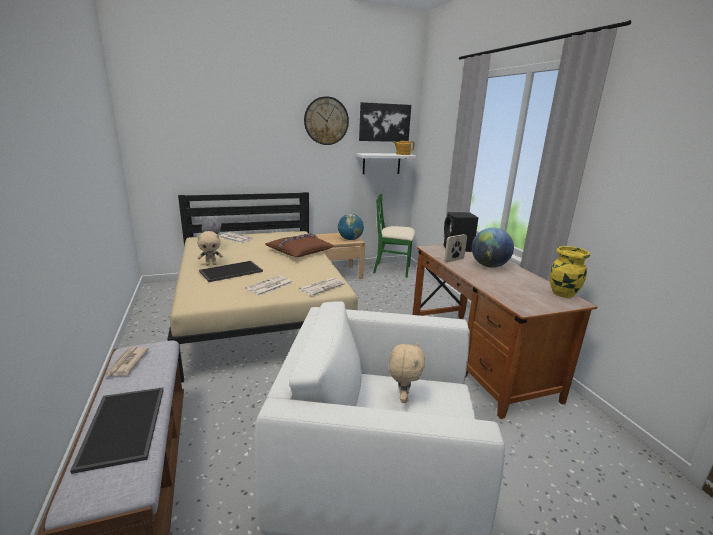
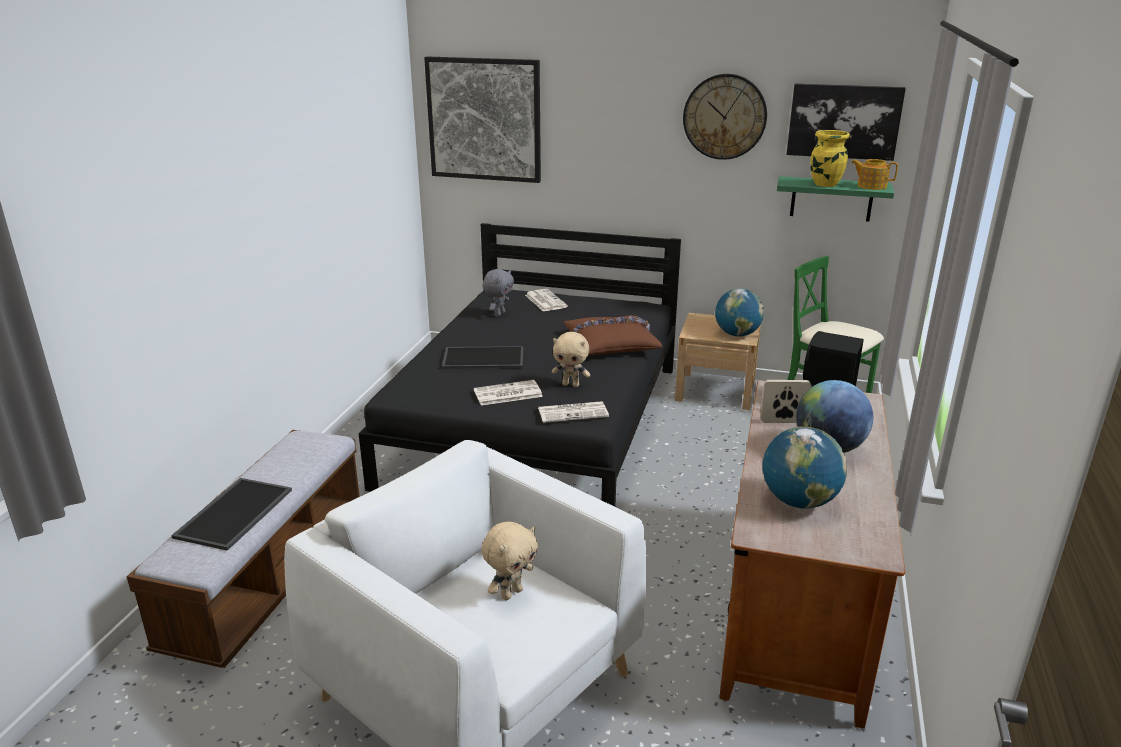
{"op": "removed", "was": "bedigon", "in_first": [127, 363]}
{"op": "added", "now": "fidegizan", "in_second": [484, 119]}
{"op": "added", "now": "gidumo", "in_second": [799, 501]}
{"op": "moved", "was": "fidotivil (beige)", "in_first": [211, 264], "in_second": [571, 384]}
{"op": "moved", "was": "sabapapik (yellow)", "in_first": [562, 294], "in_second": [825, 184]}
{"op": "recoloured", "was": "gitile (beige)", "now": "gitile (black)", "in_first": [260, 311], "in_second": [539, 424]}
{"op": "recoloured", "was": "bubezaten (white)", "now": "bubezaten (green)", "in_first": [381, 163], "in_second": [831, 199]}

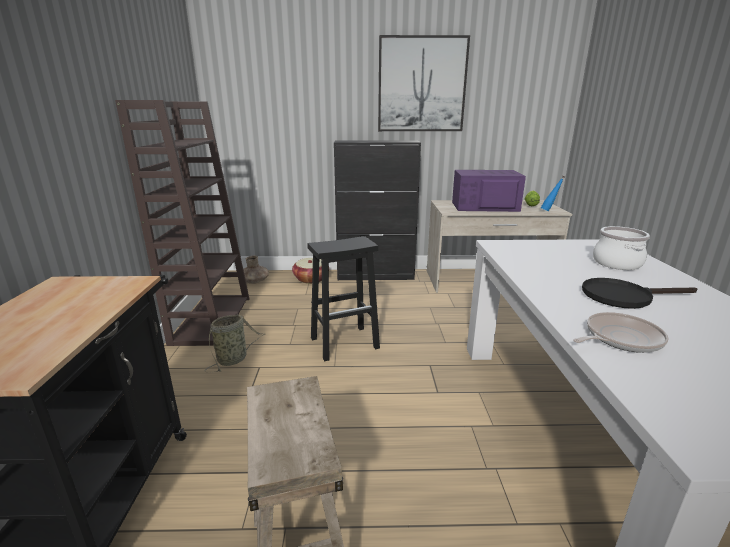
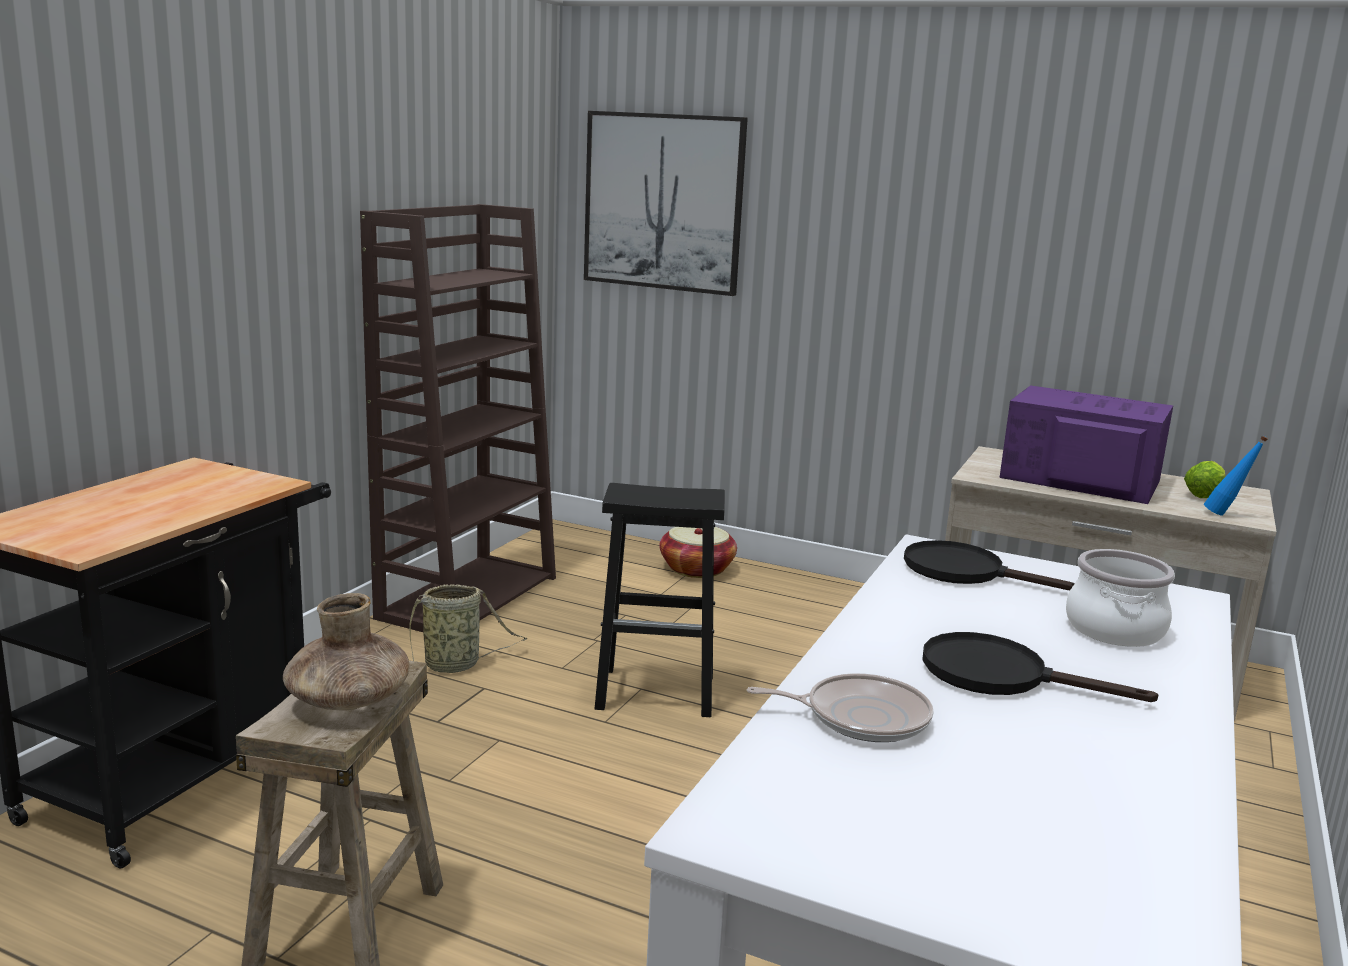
{"op": "removed", "was": "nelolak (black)", "in_first": [375, 275]}
{"op": "added", "now": "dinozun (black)", "in_second": [967, 572]}
{"op": "moved", "was": "sabapapik (brown)", "in_first": [254, 281], "in_second": [348, 701]}
{"op": "moved", "was": "fidegizan", "in_first": [421, 85], "in_second": [663, 202]}

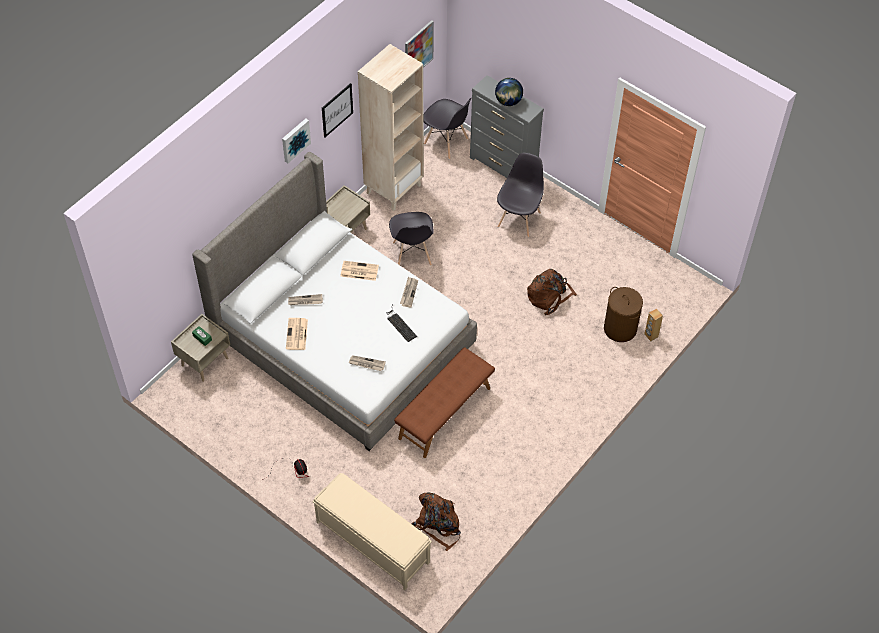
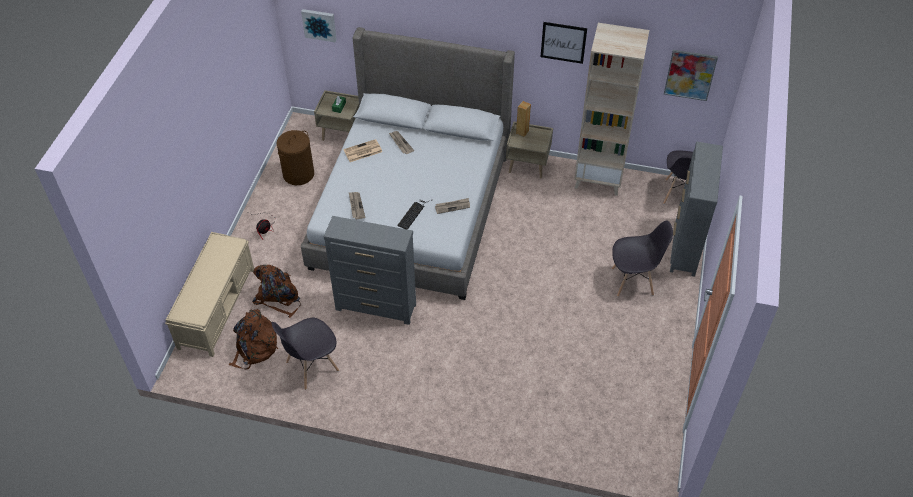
{"op": "removed", "was": "bedigon", "in_first": [359, 271]}
{"op": "removed", "was": "gidumo", "in_first": [508, 101]}
{"op": "moved", "was": "fidegizan", "in_first": [295, 140], "in_second": [319, 24]}
{"op": "moved", "was": "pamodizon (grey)", "in_first": [412, 254], "in_second": [311, 367]}
{"op": "moved", "was": "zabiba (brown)", "in_first": [549, 296], "in_second": [278, 297]}
{"op": "moved", "was": "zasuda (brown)", "in_first": [620, 328], "in_second": [298, 174]}
{"op": "moved", "was": "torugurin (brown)", "in_first": [651, 335], "in_second": [522, 132]}
{"op": "replaced", "was": "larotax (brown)", "now": "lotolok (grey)", "in_first": [444, 412], "in_second": [376, 307]}

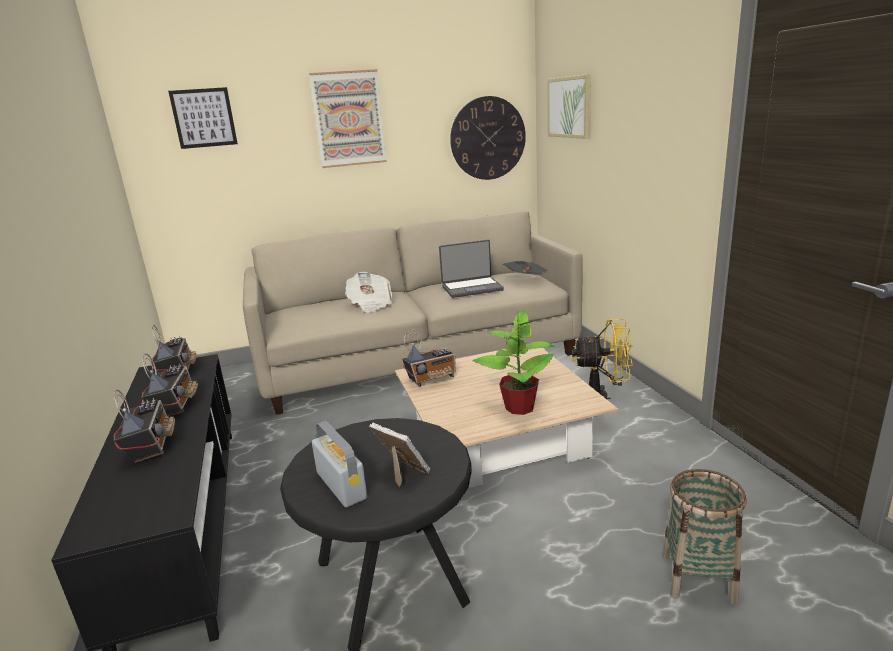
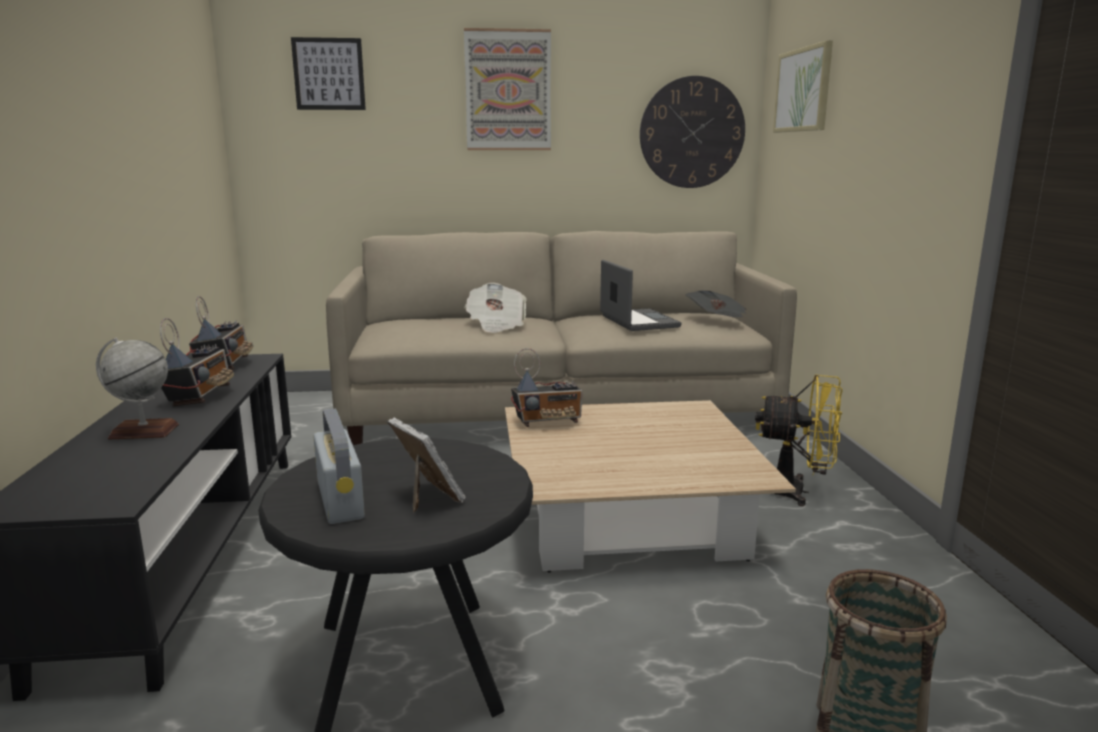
{"op": "removed", "was": "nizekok", "in_first": [519, 407]}
{"op": "replaced", "was": "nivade", "now": "gidumo", "in_first": [150, 447], "in_second": [143, 431]}
{"op": "turned", "was": "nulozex", "in_first": [472, 288], "in_second": [637, 321], "clockwise": -105}

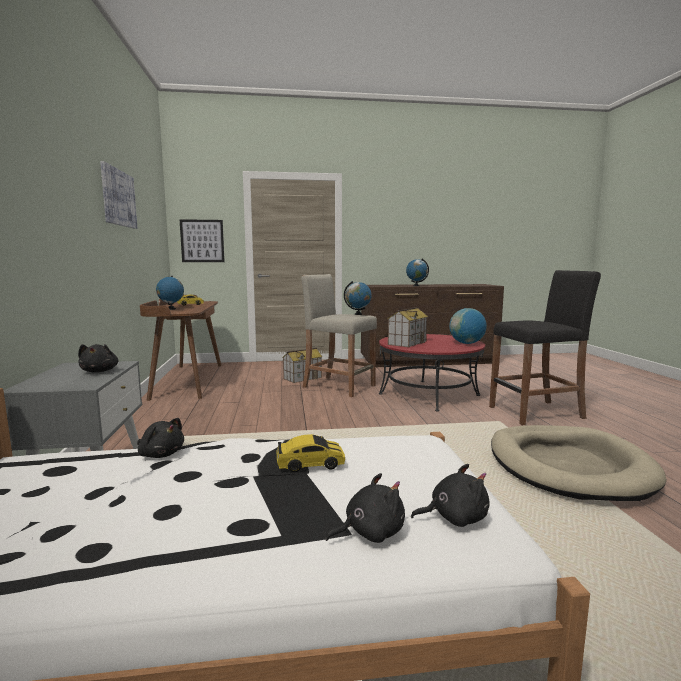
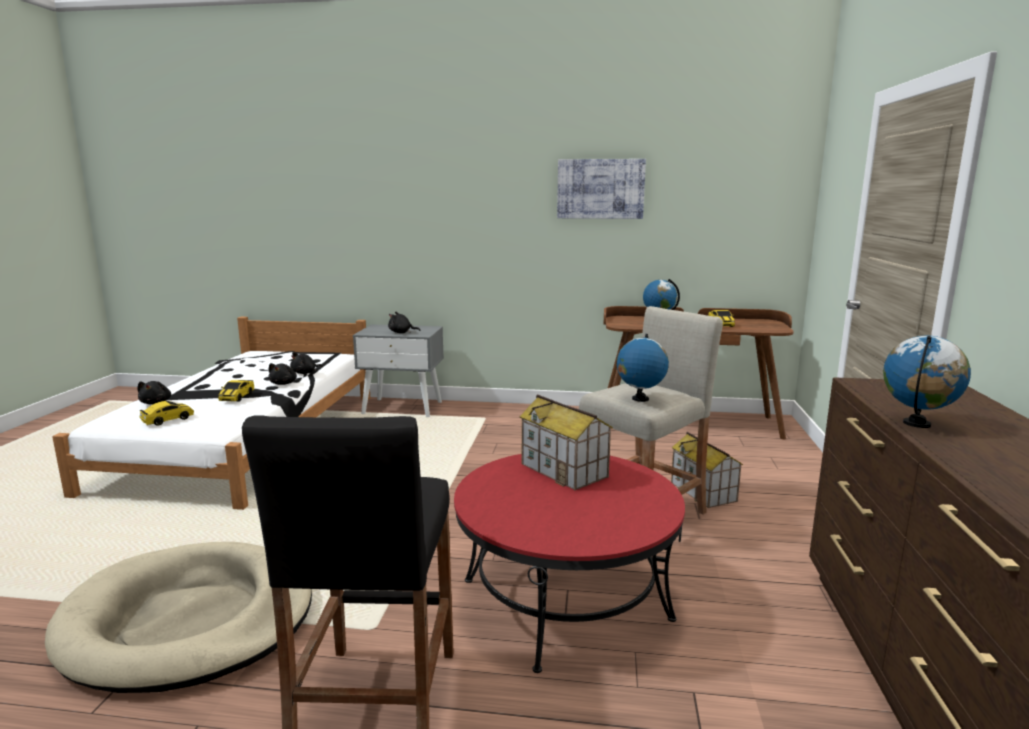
{"op": "removed", "was": "fidegizan", "in_first": [202, 241]}
{"op": "removed", "was": "gidumo", "in_first": [466, 343]}
{"op": "added", "now": "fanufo", "in_second": [168, 420]}
{"op": "moved", "was": "fidotivil (black)", "in_first": [454, 518], "in_second": [284, 383]}

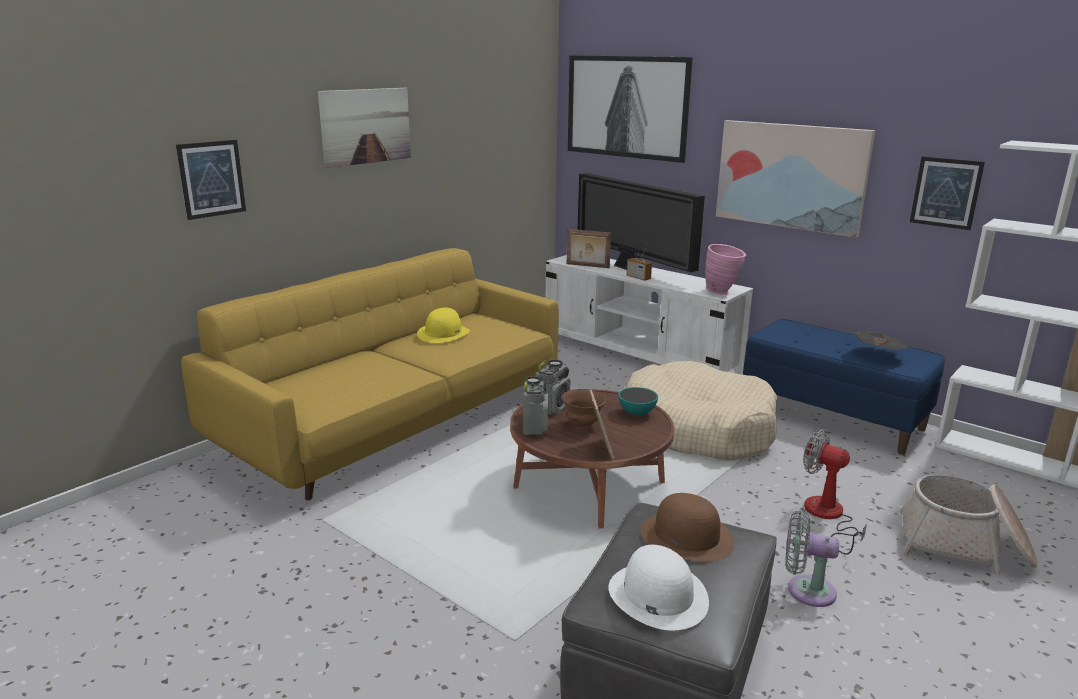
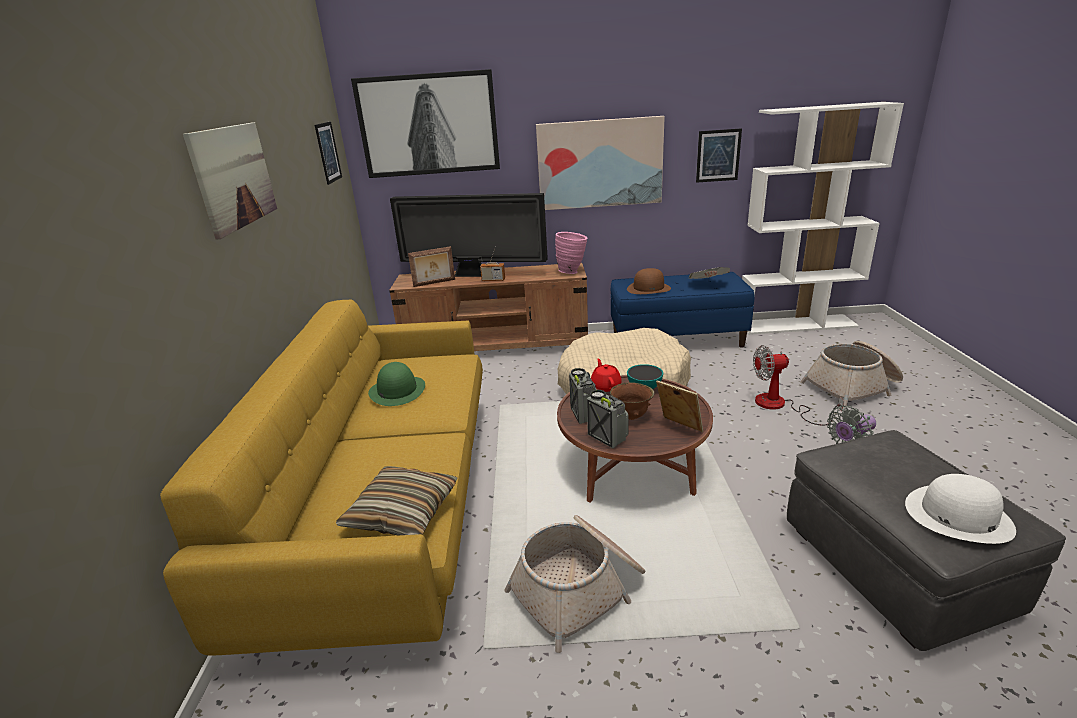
{"op": "added", "now": "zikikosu", "in_second": [402, 512]}
{"op": "added", "now": "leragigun", "in_second": [580, 589]}
{"op": "added", "now": "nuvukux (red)", "in_second": [605, 386]}
{"op": "moved", "was": "fidegizan", "in_first": [212, 179], "in_second": [328, 152]}
{"op": "moved", "was": "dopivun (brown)", "in_first": [687, 536], "in_second": [648, 288]}
{"op": "recoloured", "was": "dopivun (yellow)", "now": "dopivun (green)", "in_first": [443, 333], "in_second": [397, 390]}
{"op": "recoloured", "was": "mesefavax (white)", "now": "mesefavax (brown)", "in_first": [639, 355], "in_second": [497, 347]}

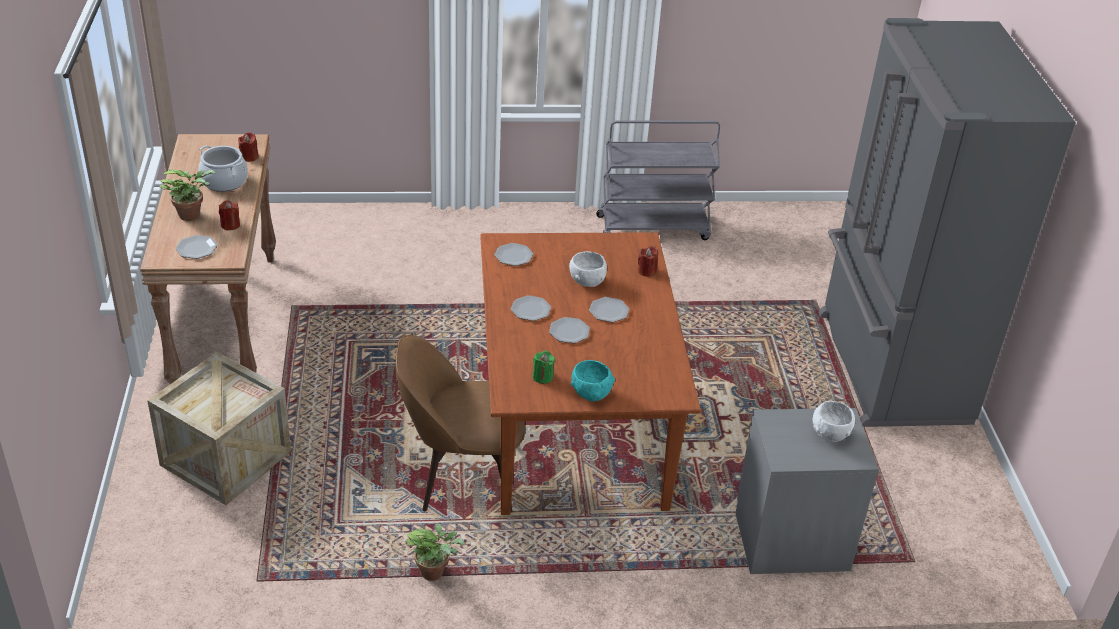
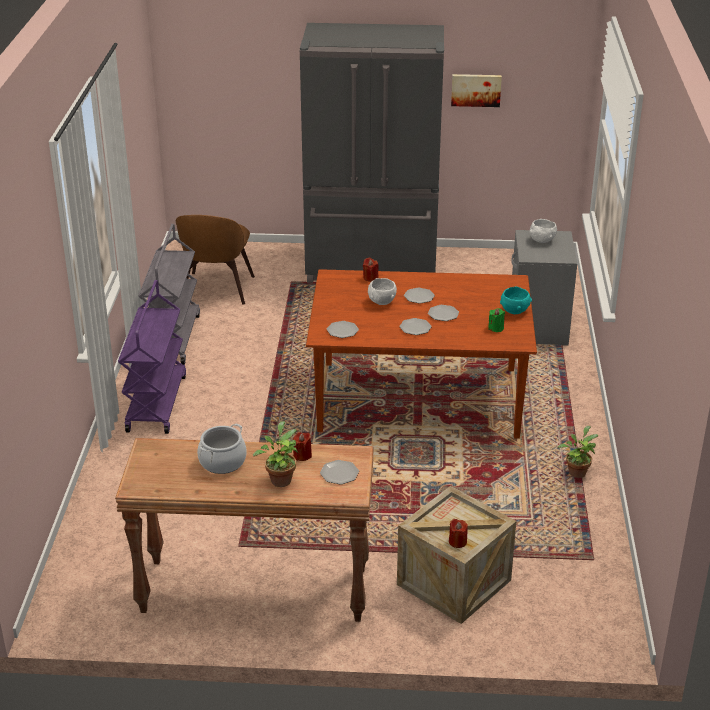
{"op": "added", "now": "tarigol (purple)", "in_second": [156, 403]}
{"op": "added", "now": "fidegizan", "in_second": [476, 89]}
{"op": "moved", "was": "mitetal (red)", "in_first": [249, 157], "in_second": [457, 542]}
{"op": "moved", "was": "pamodizon (brown)", "in_first": [462, 476], "in_second": [217, 290]}

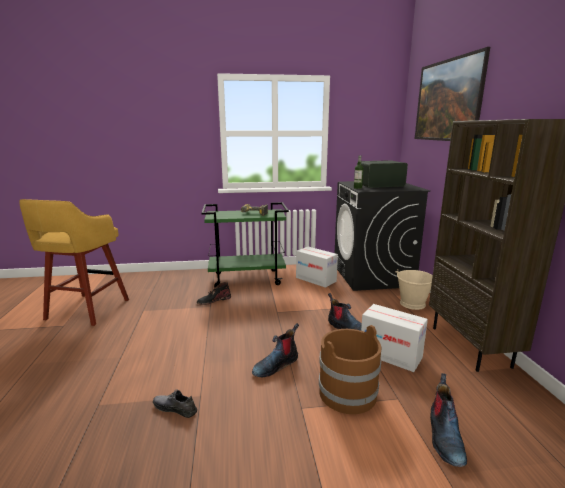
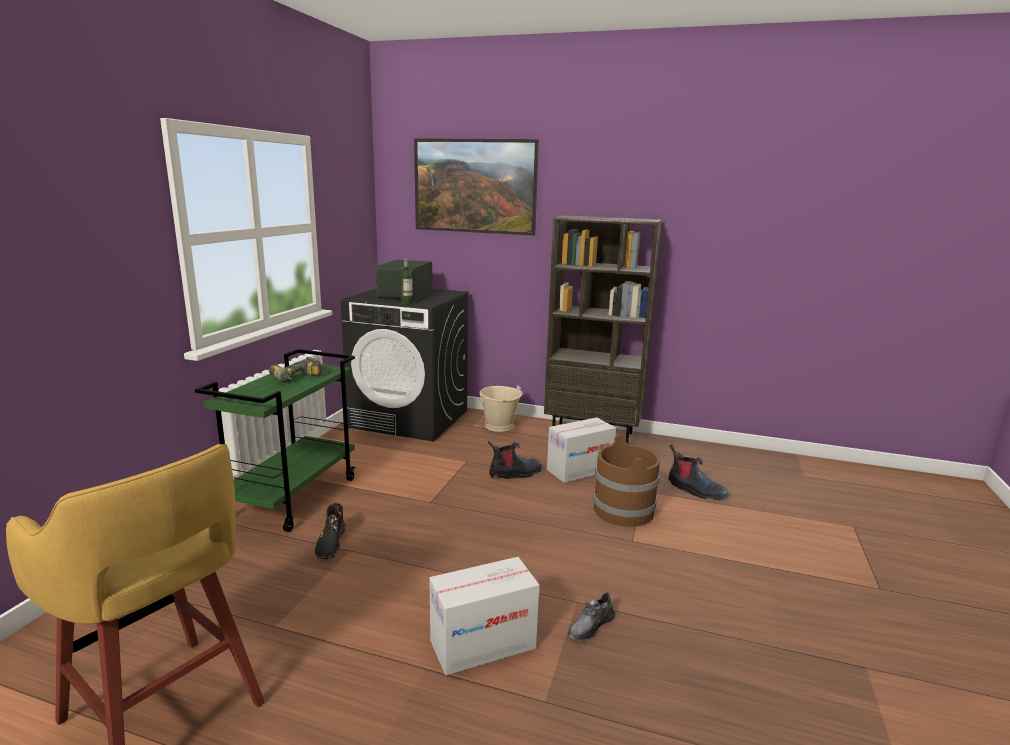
{"op": "removed", "was": "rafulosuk", "in_first": [275, 365]}
{"op": "moved", "was": "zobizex", "in_first": [316, 279], "in_second": [483, 644]}

